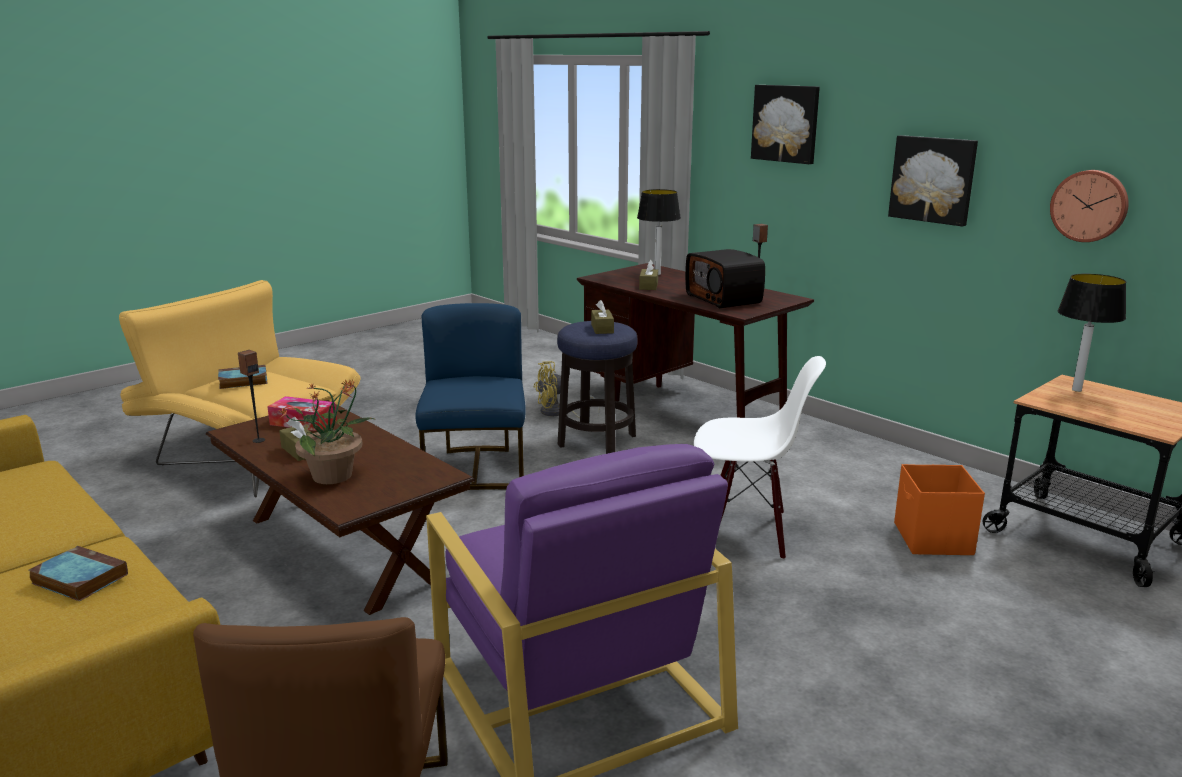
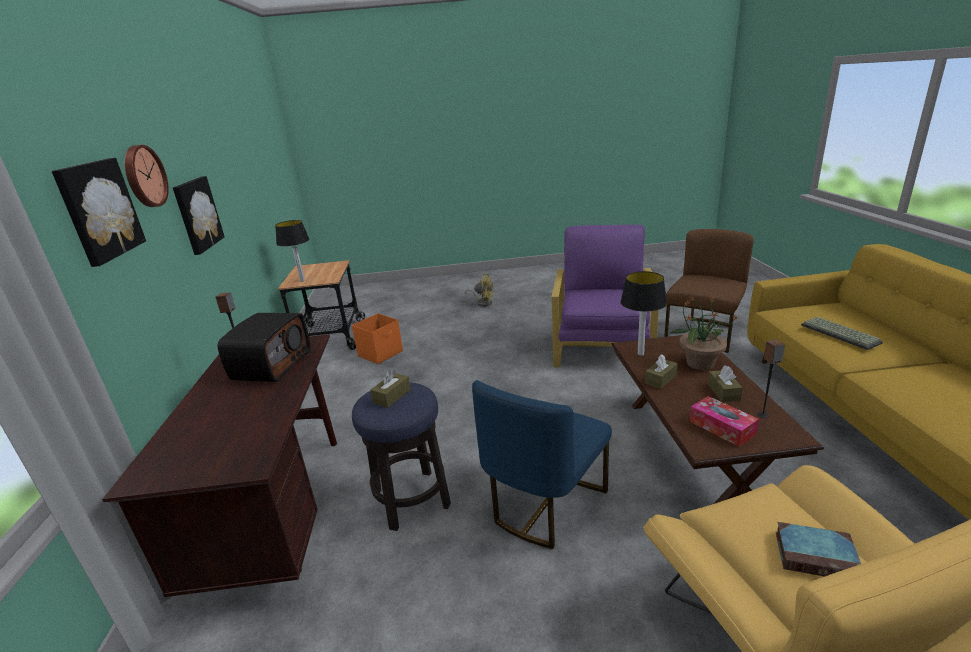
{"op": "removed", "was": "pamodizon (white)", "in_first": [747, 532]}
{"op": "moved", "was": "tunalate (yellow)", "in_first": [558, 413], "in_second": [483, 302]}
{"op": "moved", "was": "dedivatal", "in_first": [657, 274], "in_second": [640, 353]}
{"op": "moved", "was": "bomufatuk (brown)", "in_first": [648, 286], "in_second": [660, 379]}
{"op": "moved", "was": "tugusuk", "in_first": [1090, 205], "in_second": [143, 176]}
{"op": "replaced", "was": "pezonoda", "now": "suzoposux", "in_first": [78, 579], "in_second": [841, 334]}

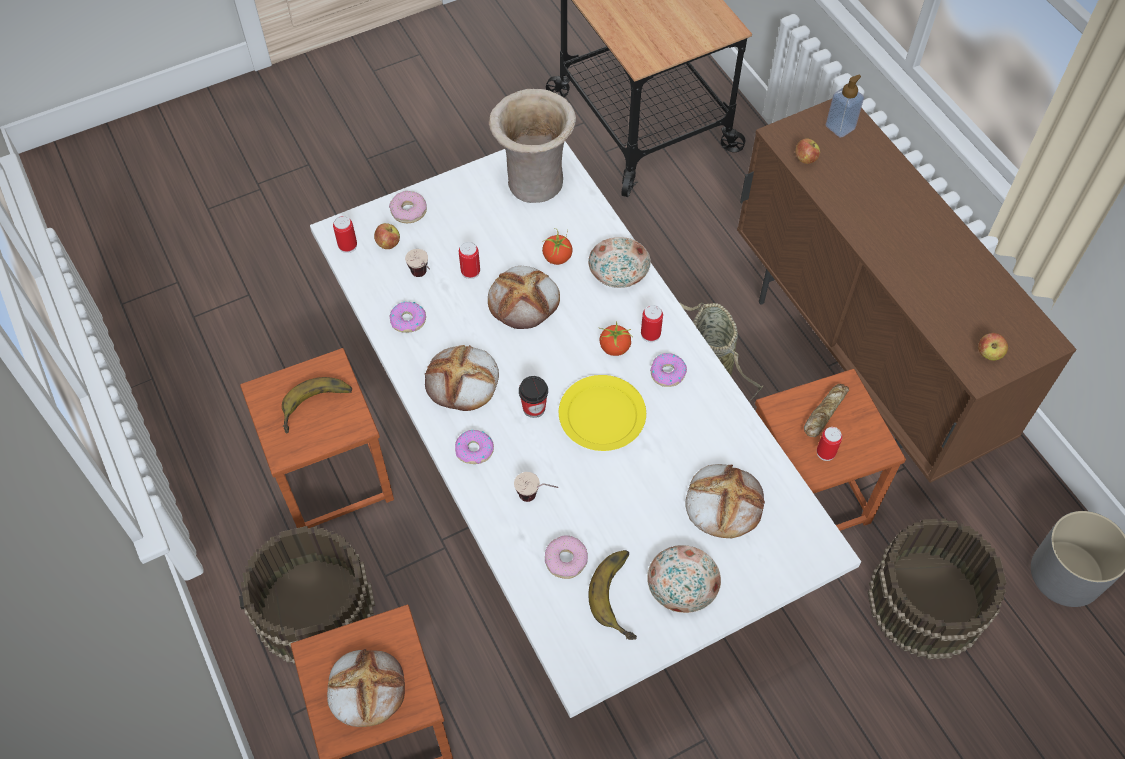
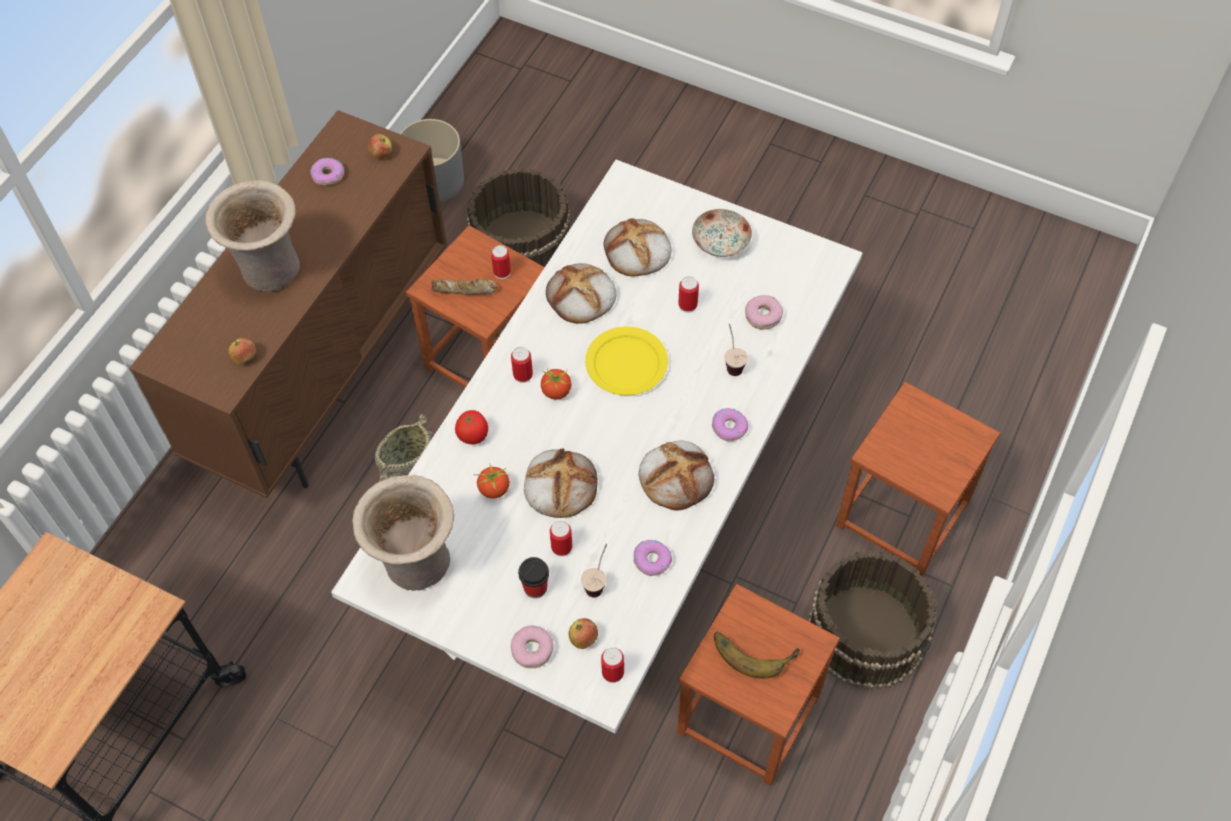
{"op": "removed", "was": "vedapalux", "in_first": [623, 595]}
{"op": "removed", "was": "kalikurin", "in_first": [840, 127]}
{"op": "added", "now": "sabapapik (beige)", "in_second": [270, 273]}
{"op": "added", "now": "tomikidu", "in_second": [687, 305]}
{"op": "moved", "was": "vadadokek", "in_first": [365, 688], "in_second": [581, 297]}
{"op": "moved", "was": "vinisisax", "in_first": [534, 408], "in_second": [535, 587]}
{"op": "moved", "was": "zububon", "in_first": [667, 373], "in_second": [328, 175]}
{"op": "replaced", "was": "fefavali", "now": "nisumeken", "in_first": [618, 270], "in_second": [473, 435]}

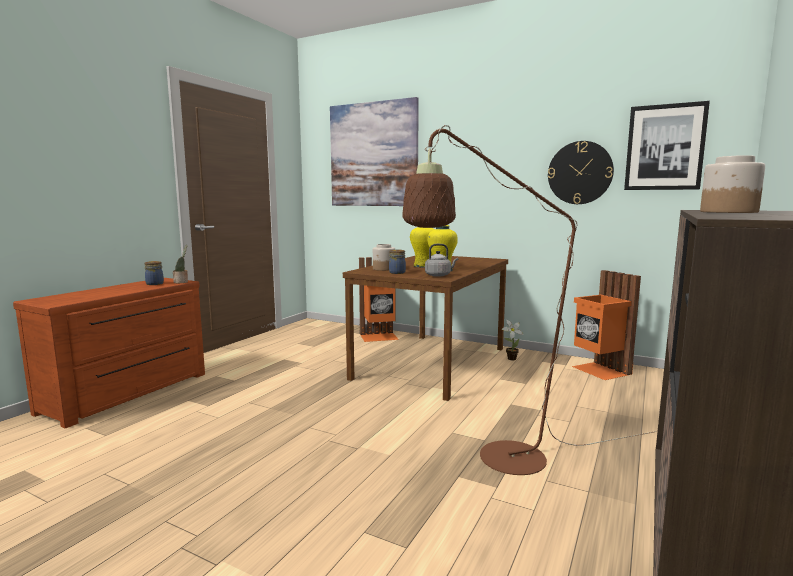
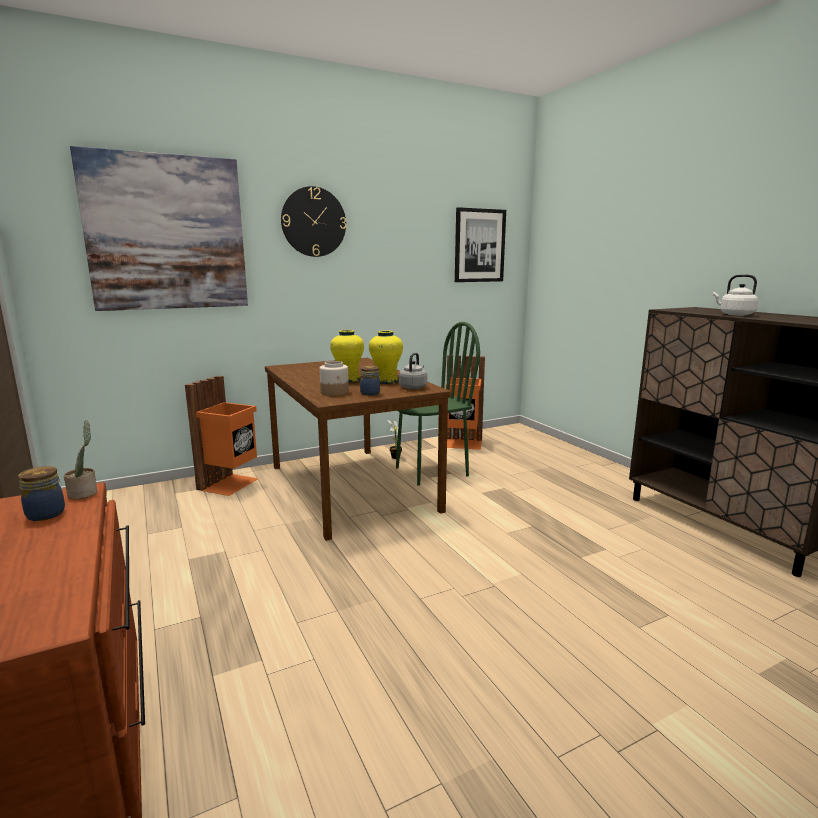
{"op": "removed", "was": "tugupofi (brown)", "in_first": [497, 460]}
{"op": "added", "now": "pamodizon (green)", "in_second": [431, 471]}
{"op": "moved", "was": "tugusuk", "in_first": [580, 173], "in_second": [313, 222]}
{"op": "replaced", "was": "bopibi", "now": "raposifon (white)", "in_first": [727, 212], "in_second": [734, 314]}

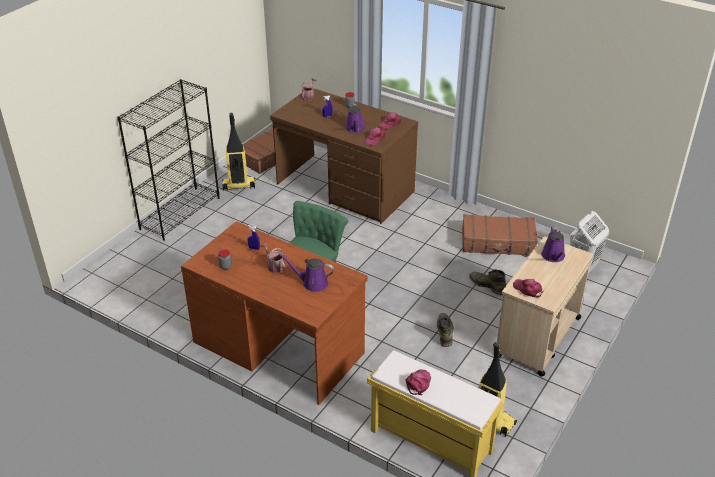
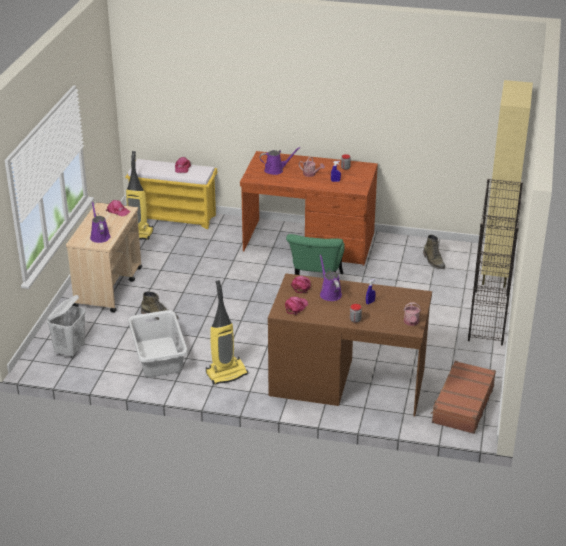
{"op": "added", "now": "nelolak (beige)", "in_second": [495, 272]}
{"op": "moved", "was": "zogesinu", "in_first": [238, 186], "in_second": [226, 373]}
{"op": "moved", "was": "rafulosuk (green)", "in_first": [444, 332], "in_second": [433, 261]}
{"op": "replaced", "was": "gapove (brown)", "now": "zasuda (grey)", "in_first": [498, 242], "in_second": [158, 357]}

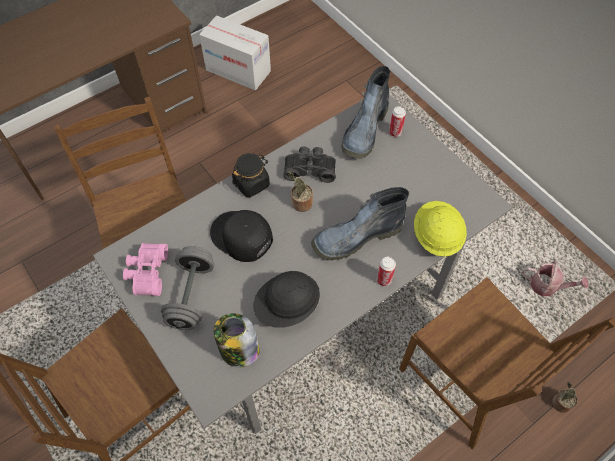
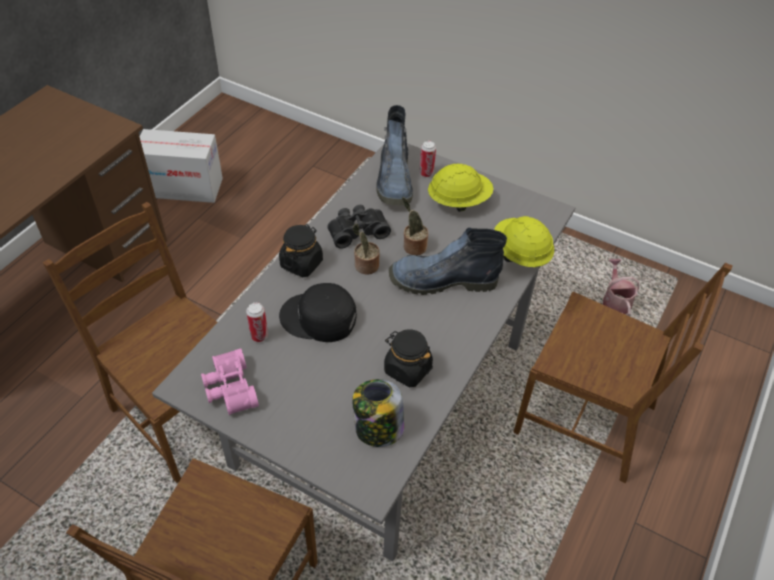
{"op": "removed", "was": "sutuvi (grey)", "in_first": [191, 295]}
{"op": "added", "now": "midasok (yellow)", "in_second": [458, 201]}
{"op": "moved", "was": "tomikidu", "in_first": [384, 280], "in_second": [259, 336]}
{"op": "moved", "was": "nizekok", "in_first": [560, 402], "in_second": [413, 246]}
{"op": "replaced", "was": "midasok (black)", "now": "bopibi (black)", "in_first": [287, 307], "in_second": [407, 369]}
{"op": "turned", "was": "rafulosuk", "in_first": [356, 238], "in_second": [441, 281], "clockwise": 45}
{"op": "turned", "was": "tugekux", "in_first": [547, 286], "in_second": [615, 301], "clockwise": -90}

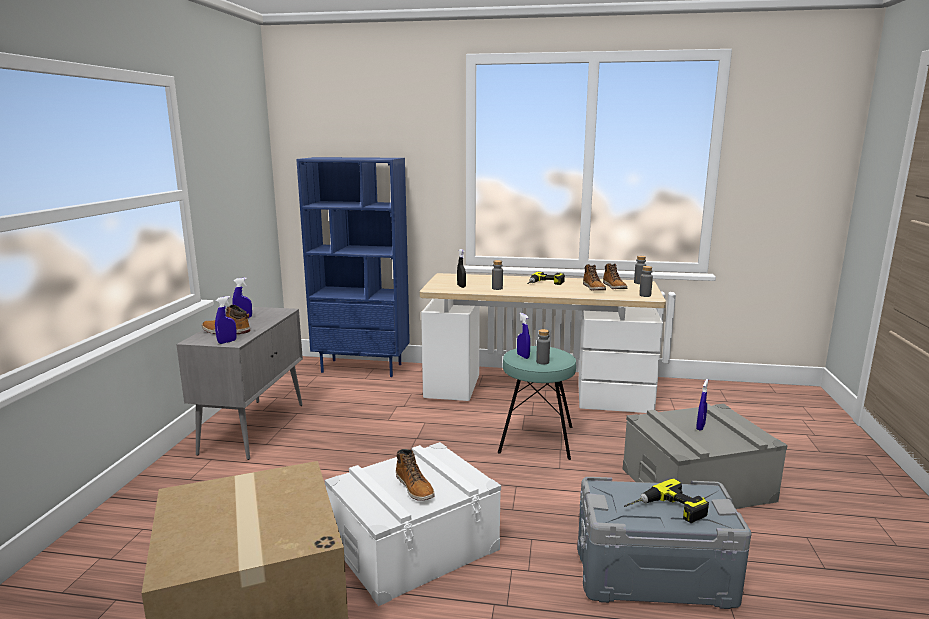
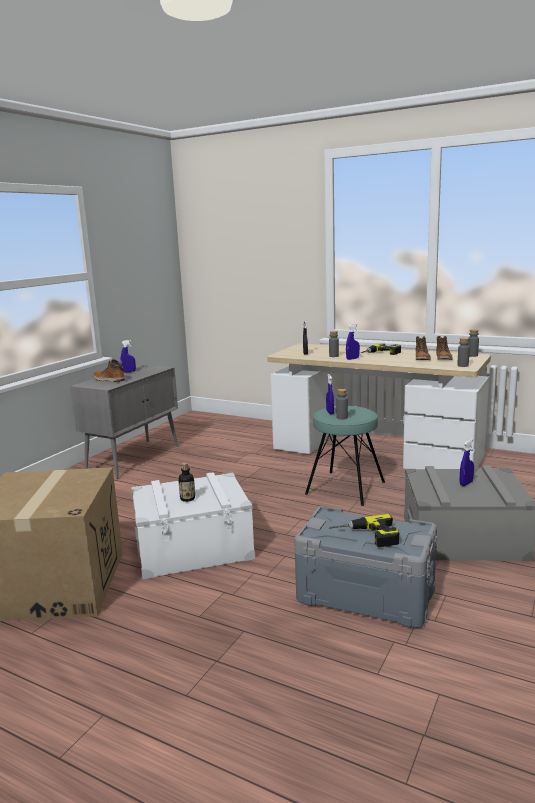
{"op": "removed", "was": "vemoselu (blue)", "in_first": [362, 368]}
{"op": "moved", "was": "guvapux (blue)", "in_first": [227, 342], "in_second": [352, 359]}
{"op": "replaced", "was": "rafulosuk", "now": "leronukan", "in_first": [415, 488], "in_second": [187, 499]}

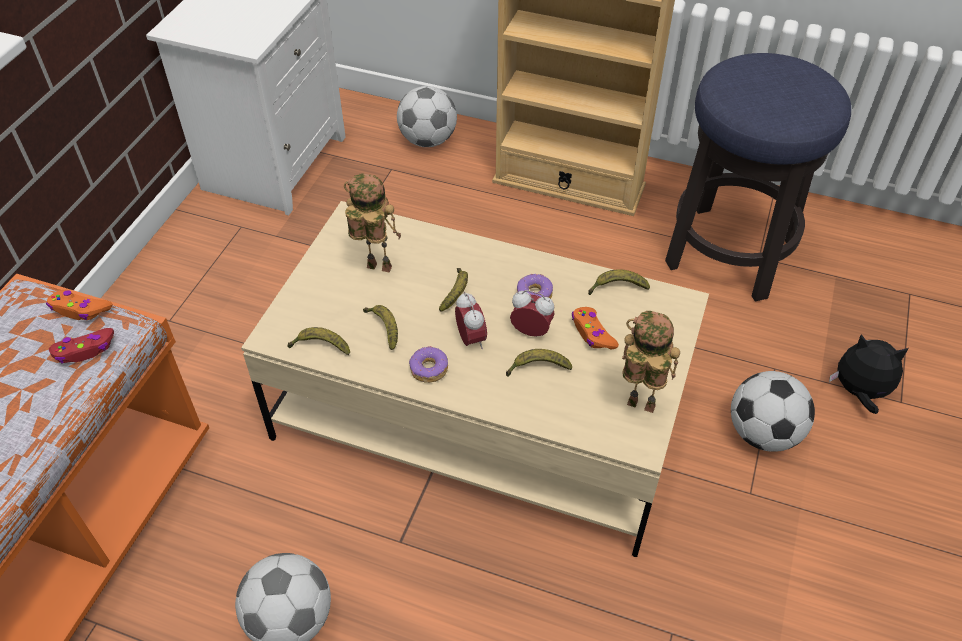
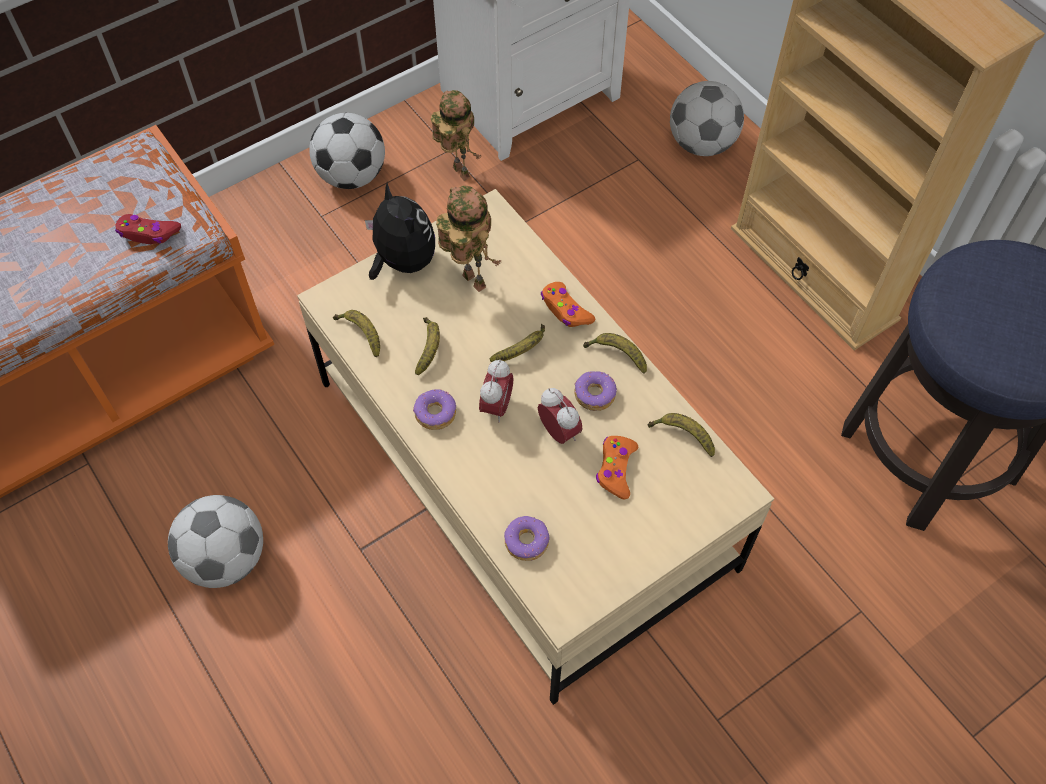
{"op": "added", "now": "zububon", "in_second": [527, 541]}
{"op": "moved", "was": "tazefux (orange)", "in_first": [80, 310], "in_second": [565, 310]}
{"op": "moved", "was": "vedapalux", "in_first": [537, 368], "in_second": [617, 355]}
{"op": "moved", "was": "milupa", "in_first": [638, 407], "in_second": [458, 172]}
{"op": "moved", "was": "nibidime", "in_first": [762, 433], "in_second": [352, 176]}
{"op": "moved", "was": "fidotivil", "in_first": [859, 392], "in_second": [402, 262]}

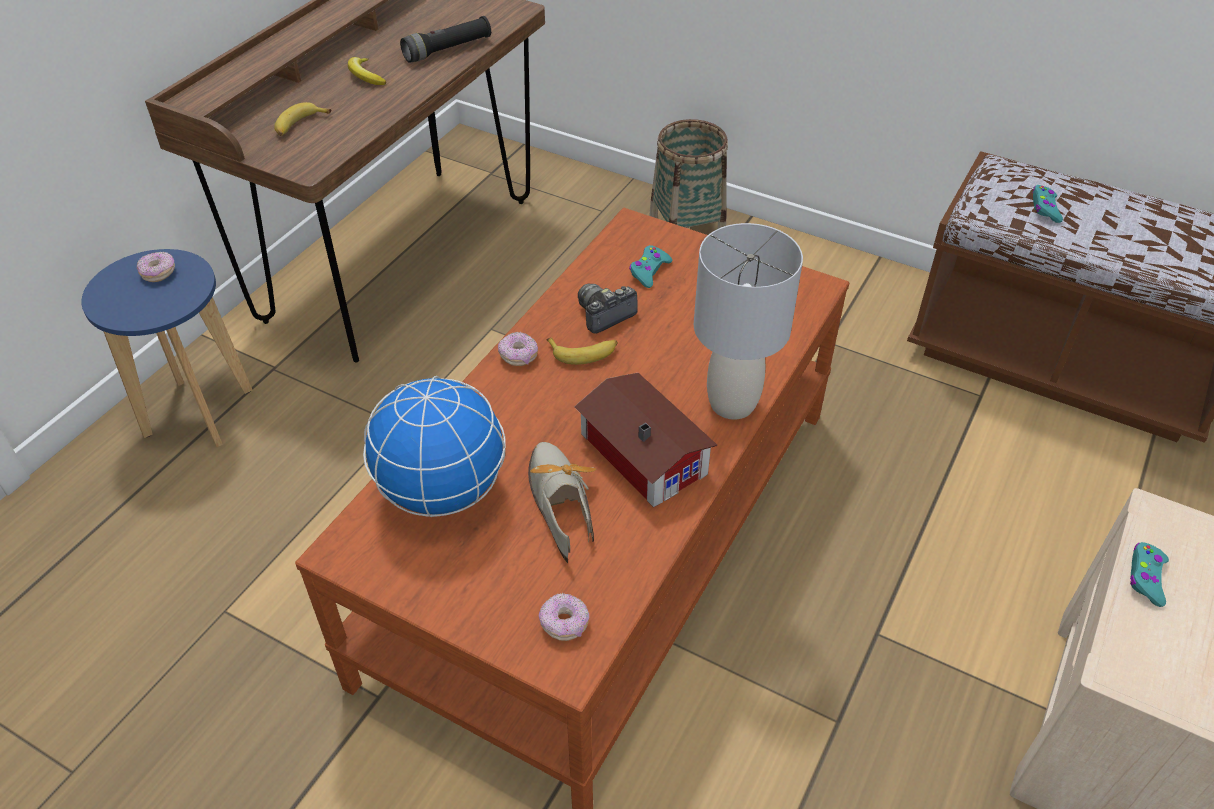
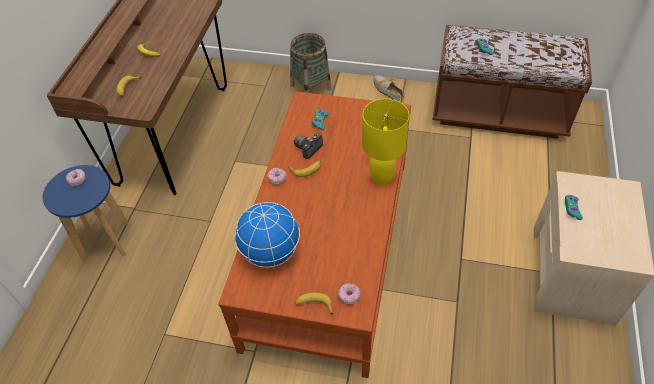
{"op": "removed", "was": "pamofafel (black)", "in_first": [448, 50]}
{"op": "removed", "was": "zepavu", "in_first": [643, 450]}
{"op": "added", "now": "vedapalux", "in_second": [314, 305]}
{"op": "moved", "was": "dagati", "in_first": [560, 500], "in_second": [387, 90]}
{"op": "recoloured", "was": "dedivatal (grey)", "now": "dedivatal (yellow)", "in_first": [732, 403], "in_second": [381, 177]}

